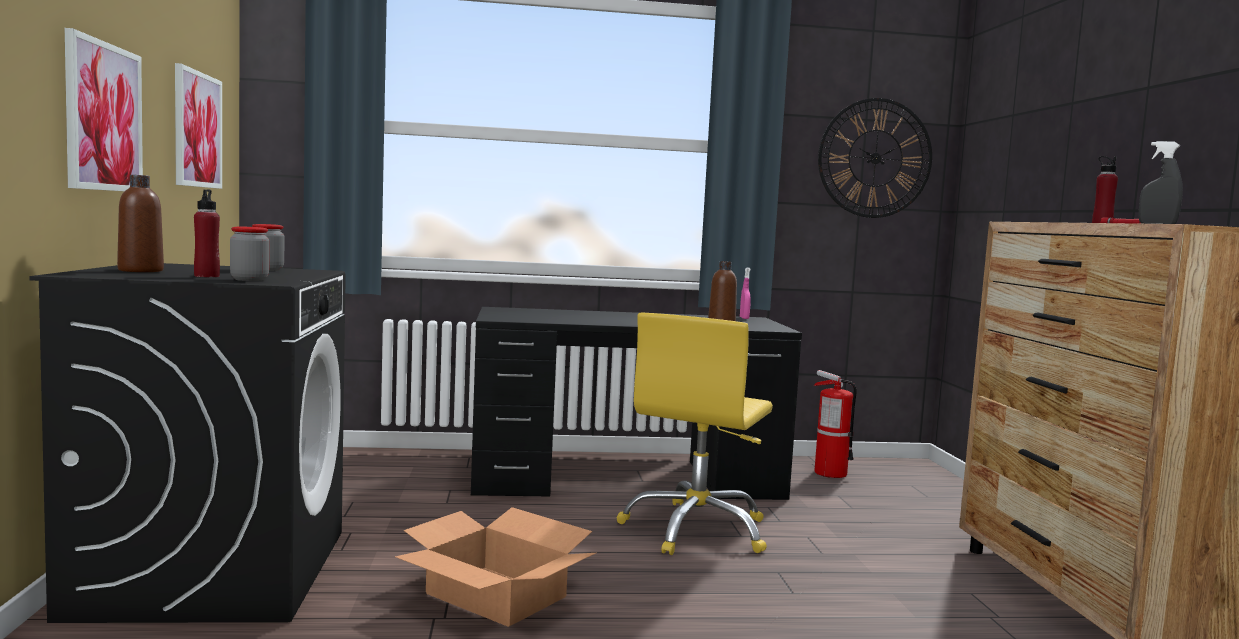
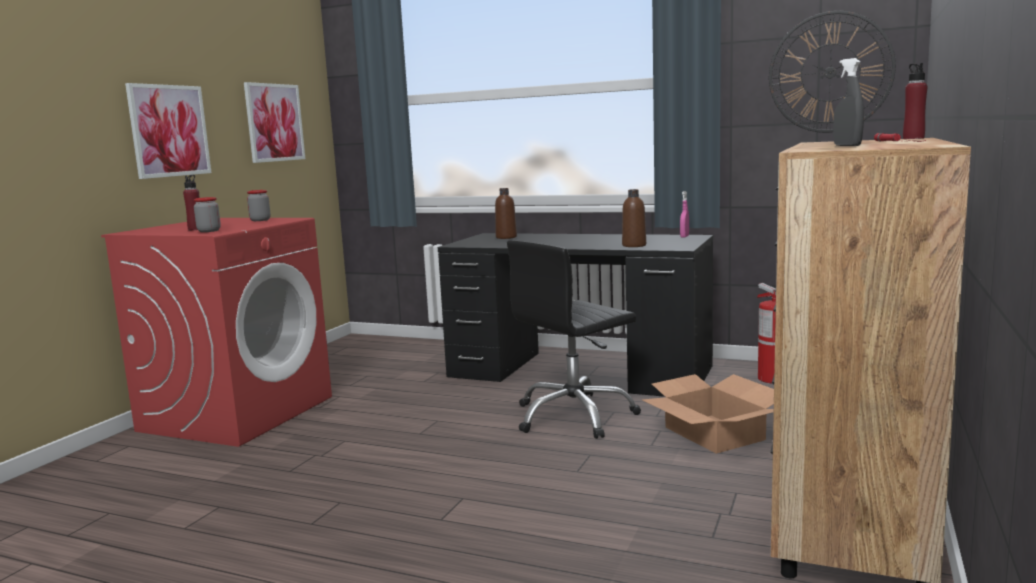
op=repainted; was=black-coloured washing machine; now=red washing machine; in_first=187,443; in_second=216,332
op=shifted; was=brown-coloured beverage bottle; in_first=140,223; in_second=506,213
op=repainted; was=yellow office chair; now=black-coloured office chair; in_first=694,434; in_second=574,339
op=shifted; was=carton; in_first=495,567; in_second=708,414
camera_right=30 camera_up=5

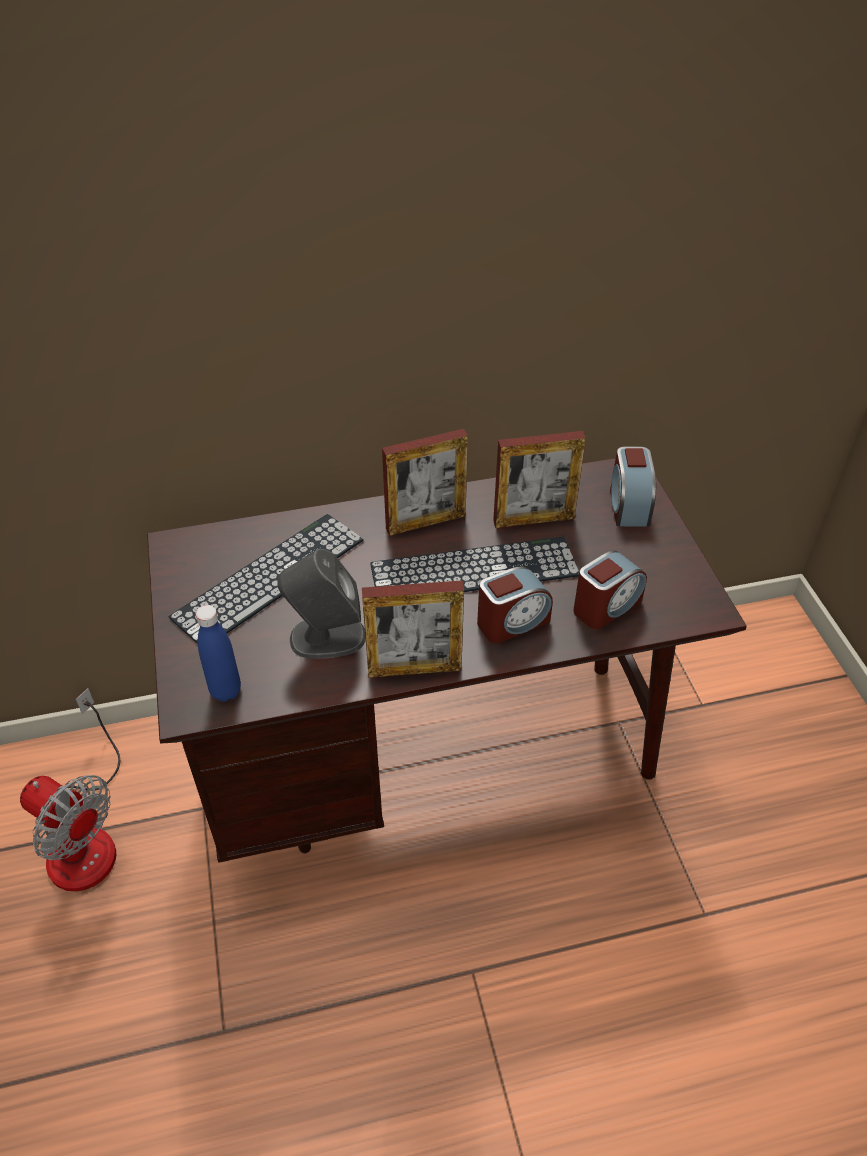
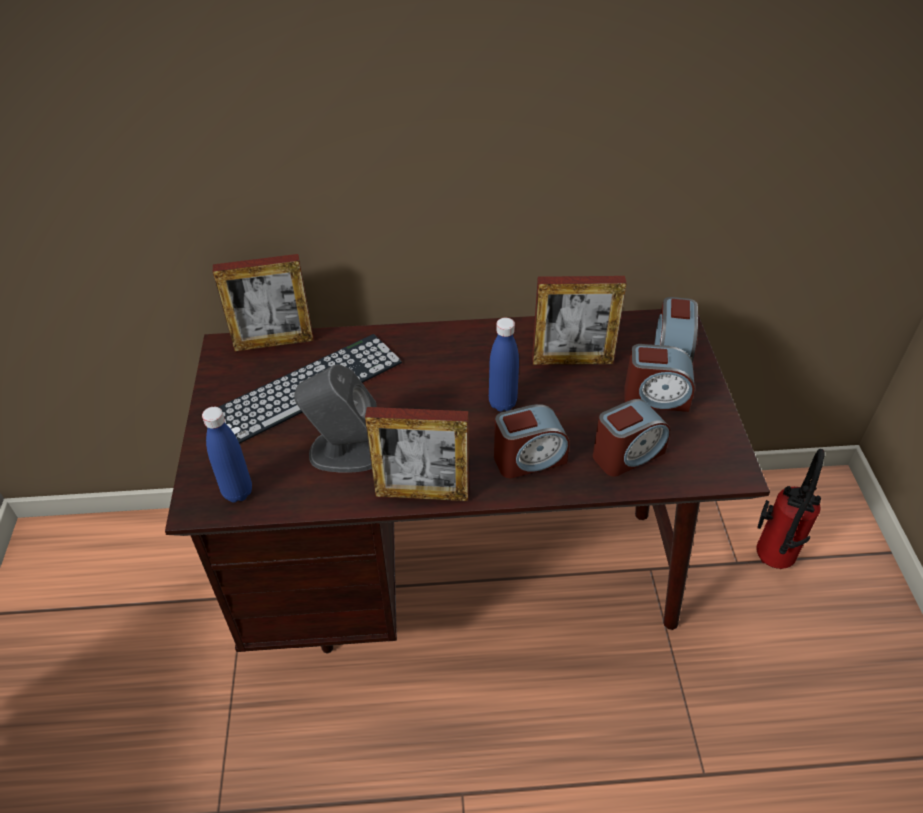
op=shifted; was=standing frame; in_first=425,482; in_second=263,303
op=swapped; was=computer keyboard; now=blue beverage bottle; in_first=474,564; in_second=504,365
op=new; now=bedside clock; in_second=659,378
op=new; now=fire-fighting cylinder; in_second=790,509
op=gone; was=fan; in_first=70,789
camera_right=10 camera_up=0

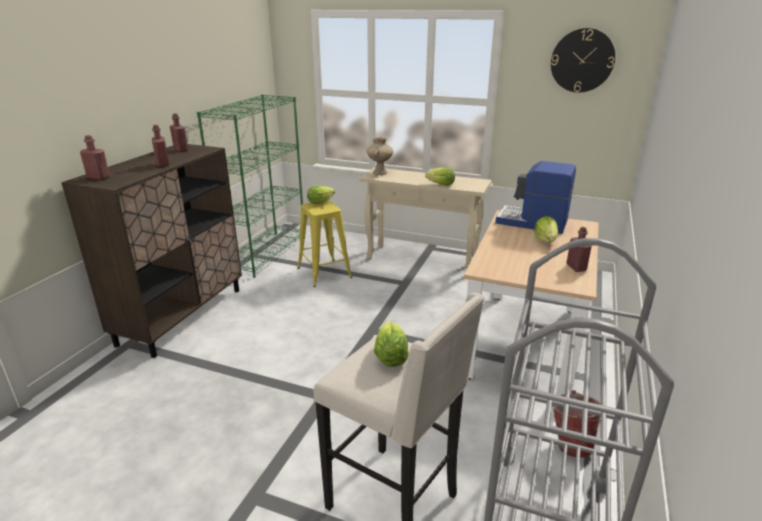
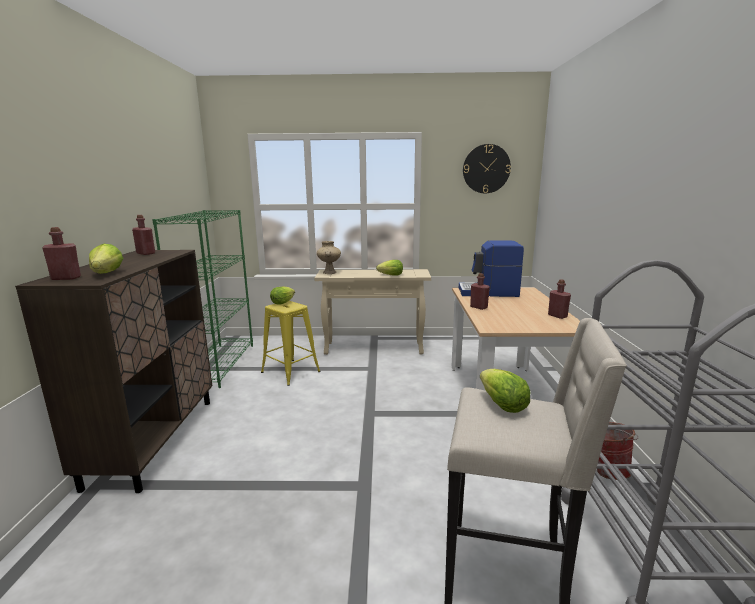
op=shifted; was=lettuce head; in_first=546,229; in_second=106,259
op=shifted; was=red beverage bottle; in_first=160,146; in_second=480,291
camera_right=-20 camera_up=-10

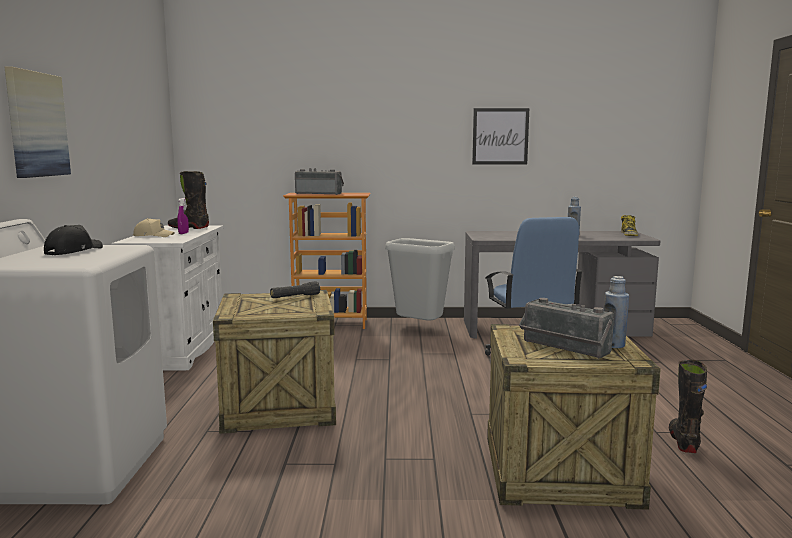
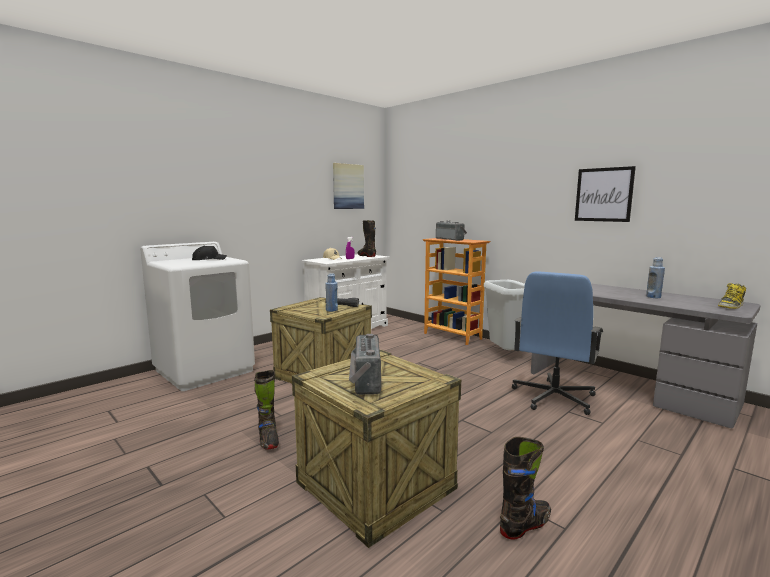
op=new; now=black-coloured boot; in_second=266,409
op=shifted; was=blue beverage bottle; in_first=616,312; in_second=331,292
op=shifted; was=wall art; in_first=38,122; in_second=348,186
camera_right=45 camera_up=0

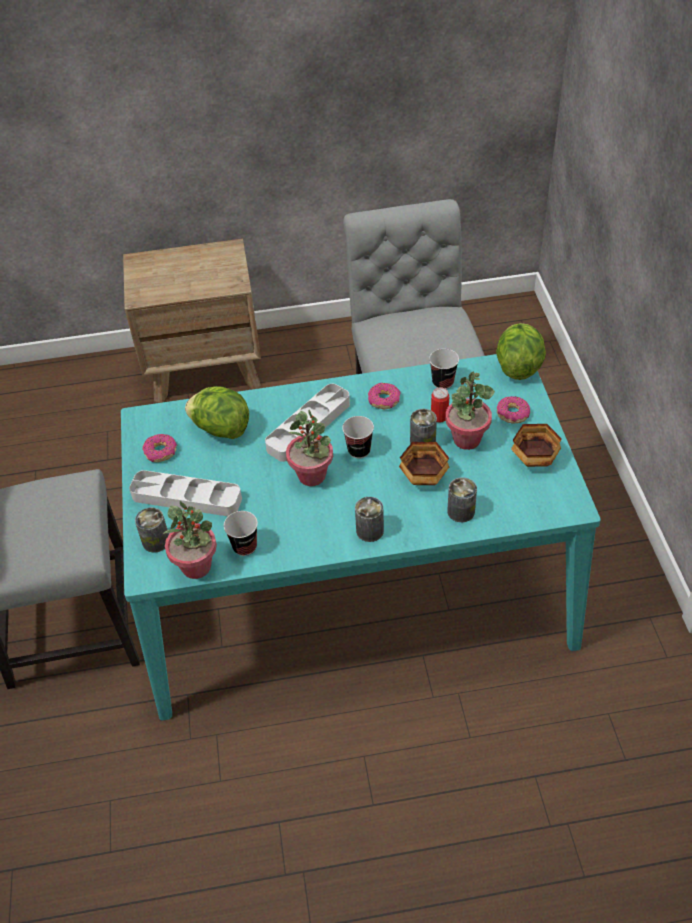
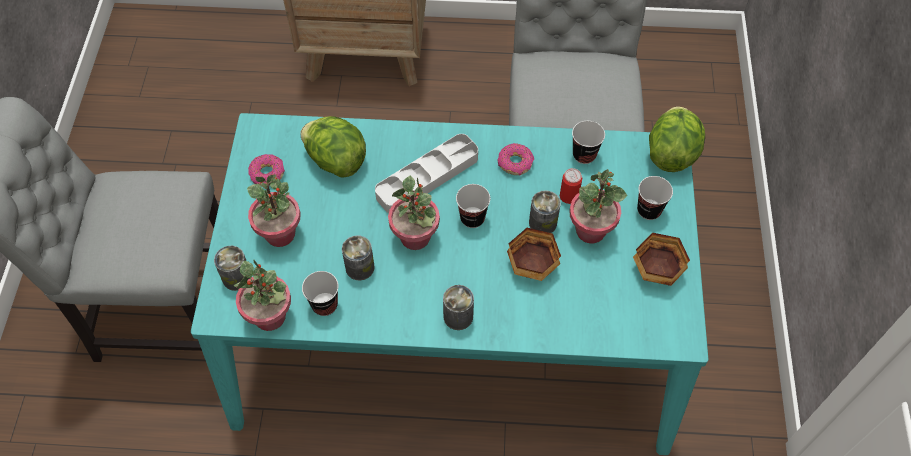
op=swapped; was=grey carrying tray; now=plant in a pot; in_first=185,493; in_second=274,210
op=shifted; was=can; in_first=462,499; in_second=358,257
op=swapped; was=ring doughnut; now=drinking cup; in_first=513,409; in_second=655,198
camera_right=10 camera_up=10

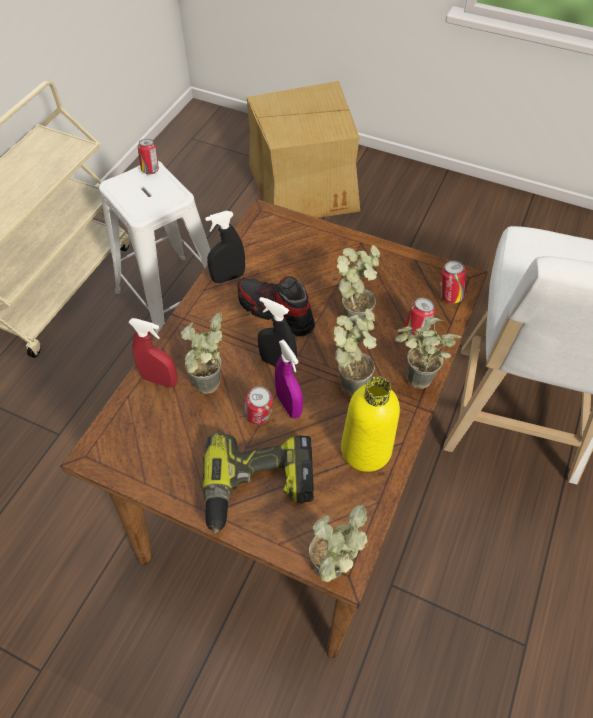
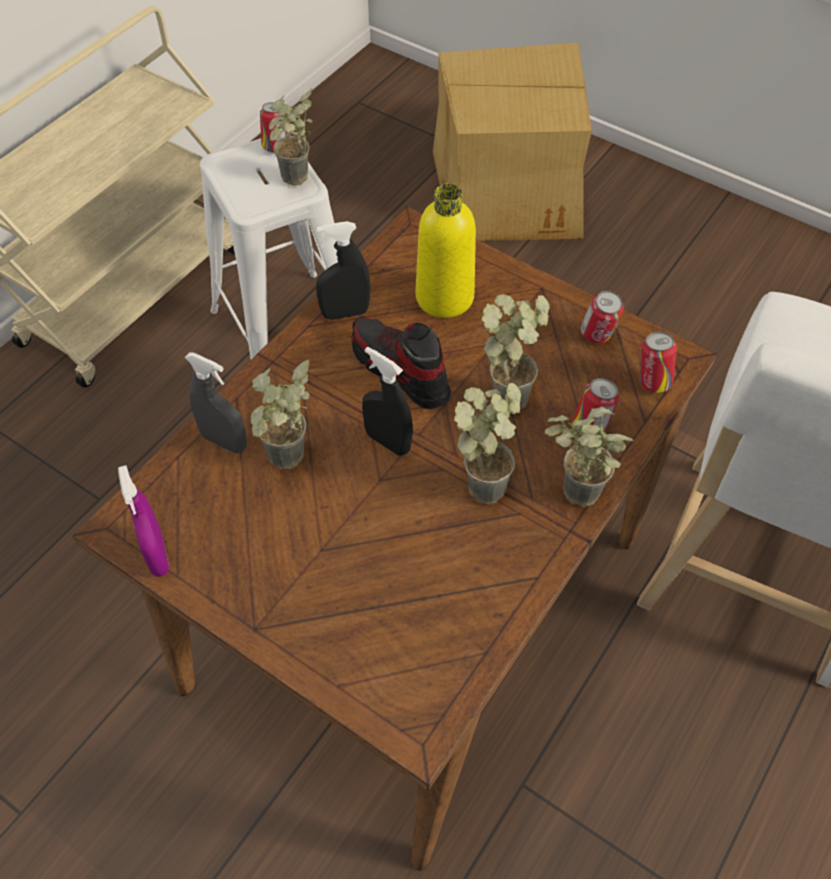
op=shifted; was=purple sprayer; in_first=289,379; in_second=143,521
op=repainted; was=red sprayer; now=grey sprayer; in_first=153,353; in_second=216,402
op=shifted; was=plant in a pot; in_first=338,543; in_second=290,137
op=shifted; was=yellow beverage bottle; in_first=370,424; in_second=446,250
op=shifted; was=can; in_first=259,405; in_second=602,317
op=gone; was=power drill; in_first=258,483
camera_right=10 camera_up=0

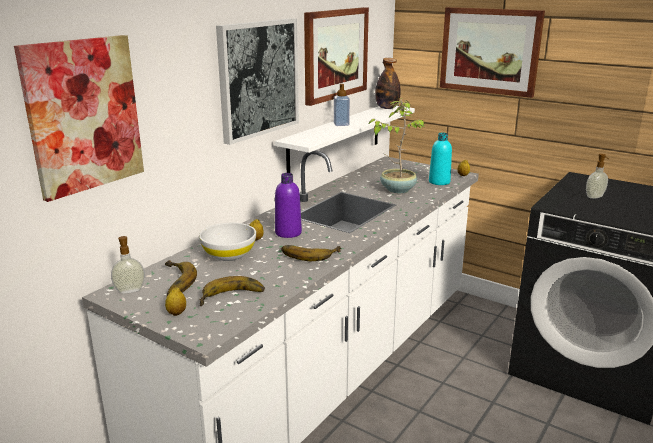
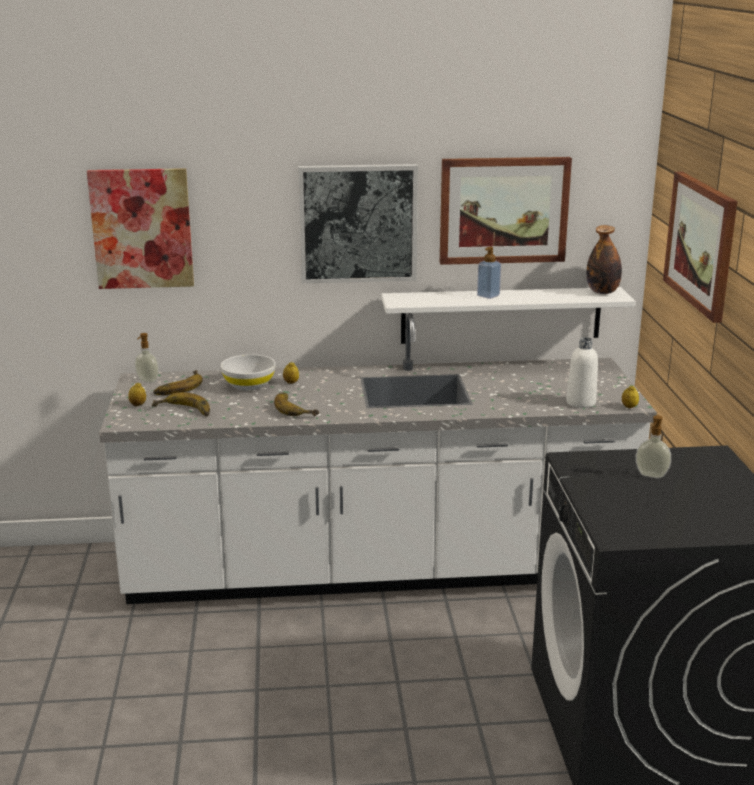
op=repainted; was=blue-green beverage bottle; now=white beverage bottle; in_first=440,159; in_second=582,372
op=gone; was=purple beverage bottle; in_first=288,205
op=gone; was=plant in a pot; in_first=397,145
camera_right=50 camera_up=0

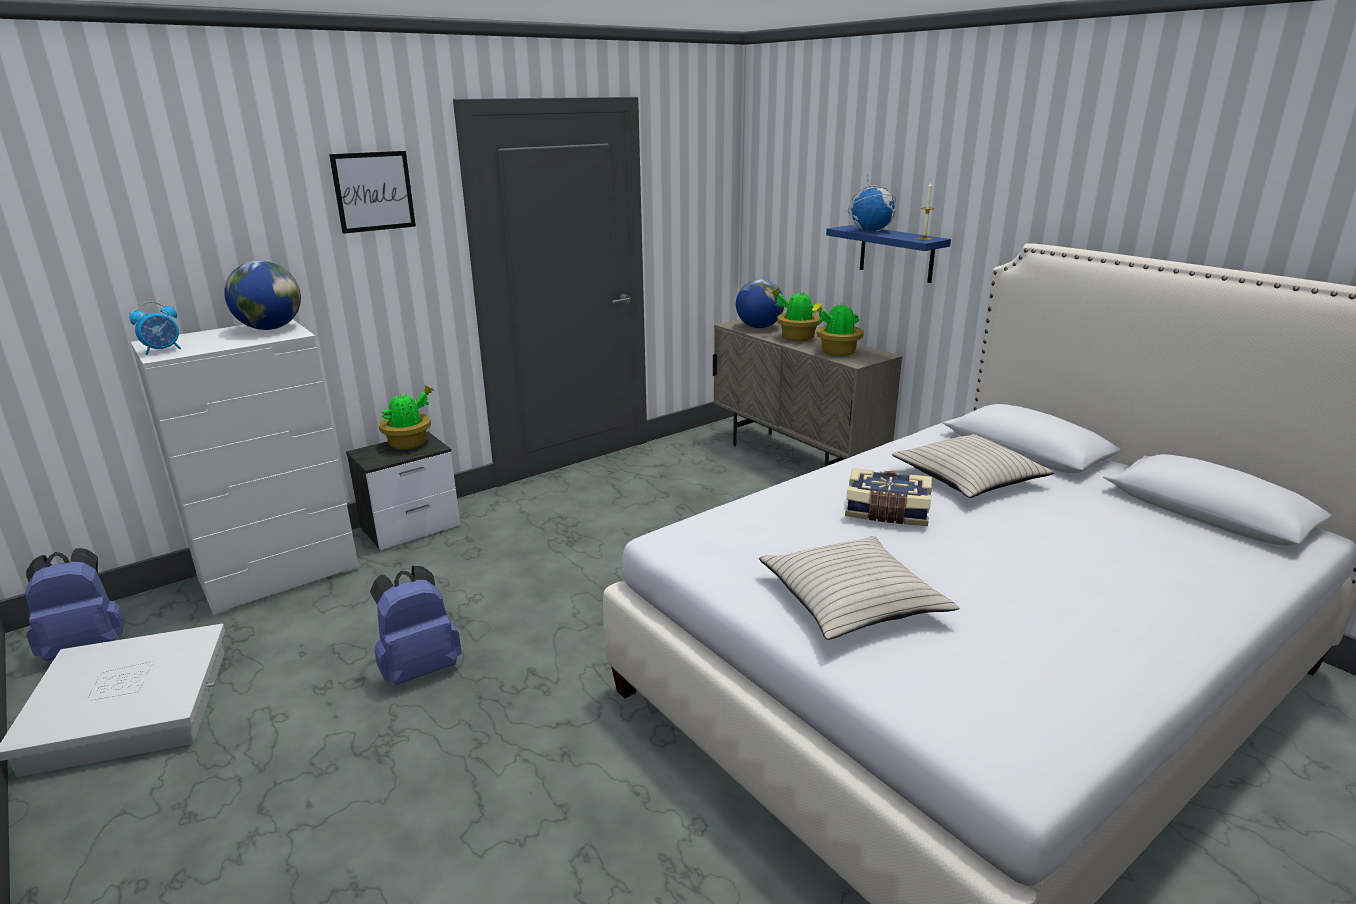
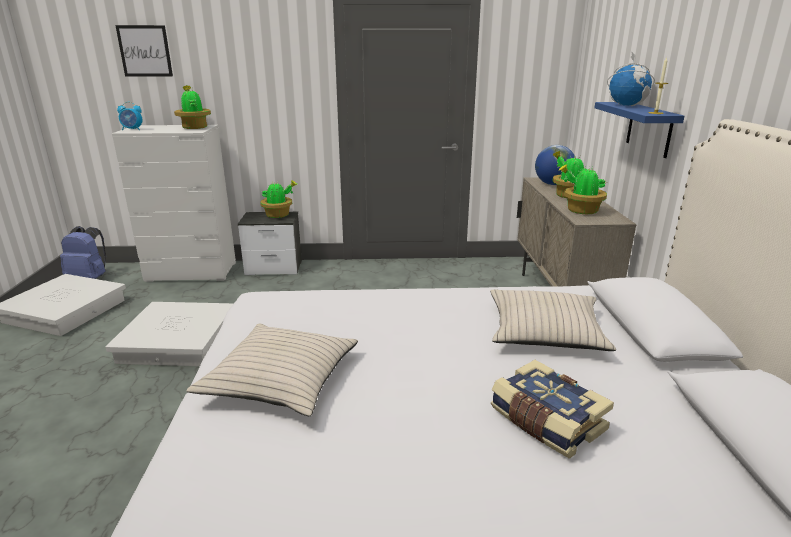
op=swapped; was=blue rucksack; now=white storage bin; in_first=416,625; in_second=169,334
op=shifted; was=wall art; in_first=372,192; in_second=144,50
op=swapped; was=desk globe; now=plant in a pot; in_first=262,295; in_second=192,107
op=shifted; was=bound book; in_first=888,497; in_second=552,409
camera_right=35 camera_up=0

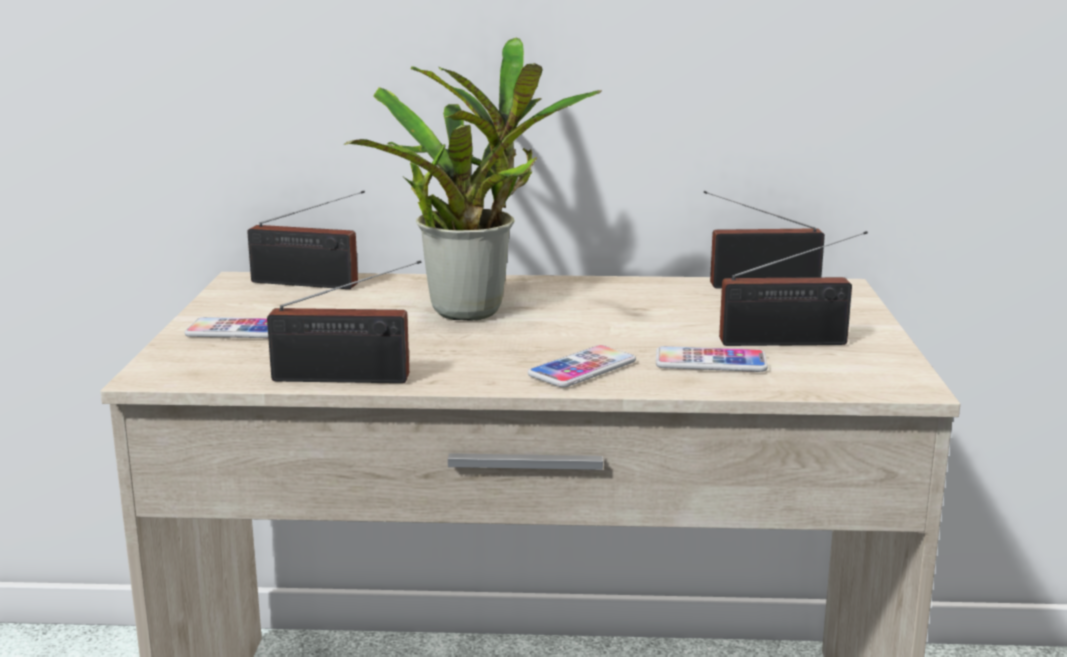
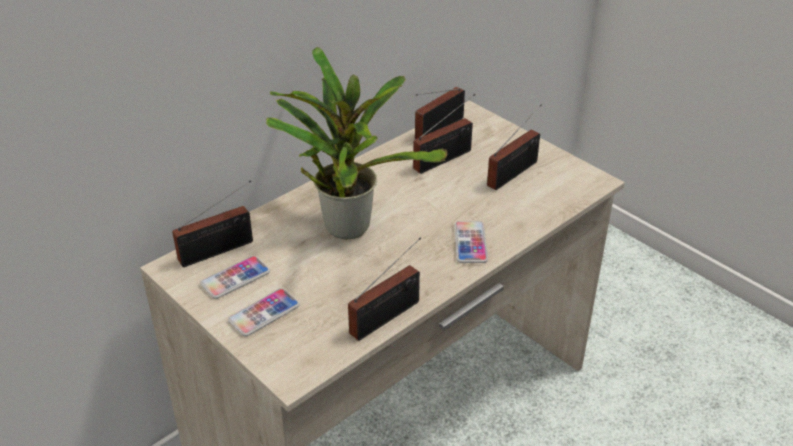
op=shifted; was=handset; in_first=712,359; in_second=235,277
op=new; now=radio set; in_second=444,134
camera_right=-45 camera_up=20

